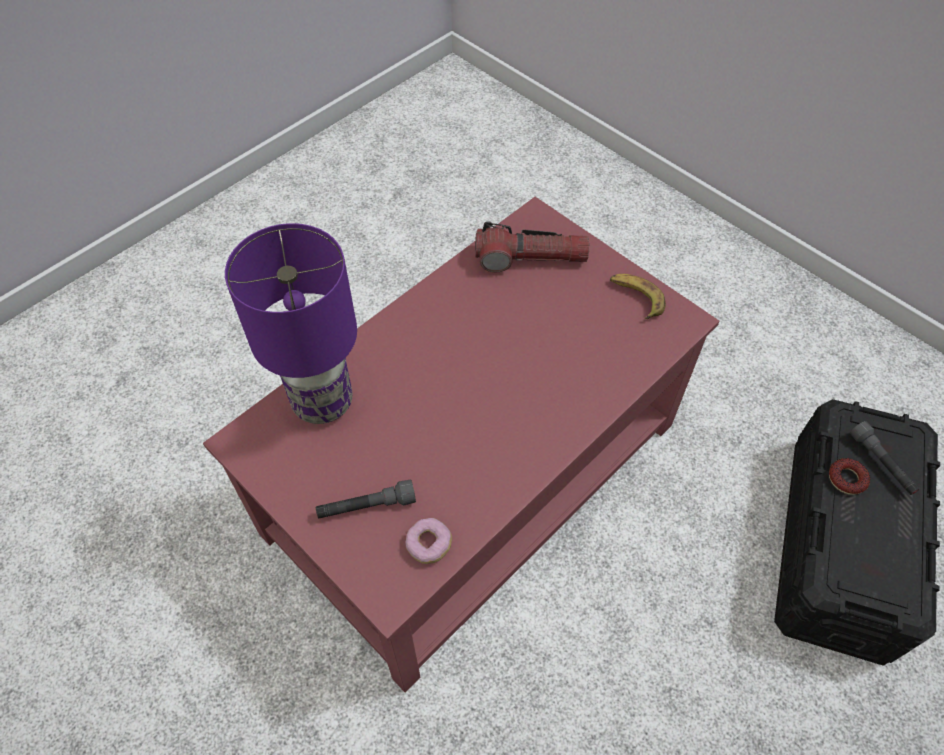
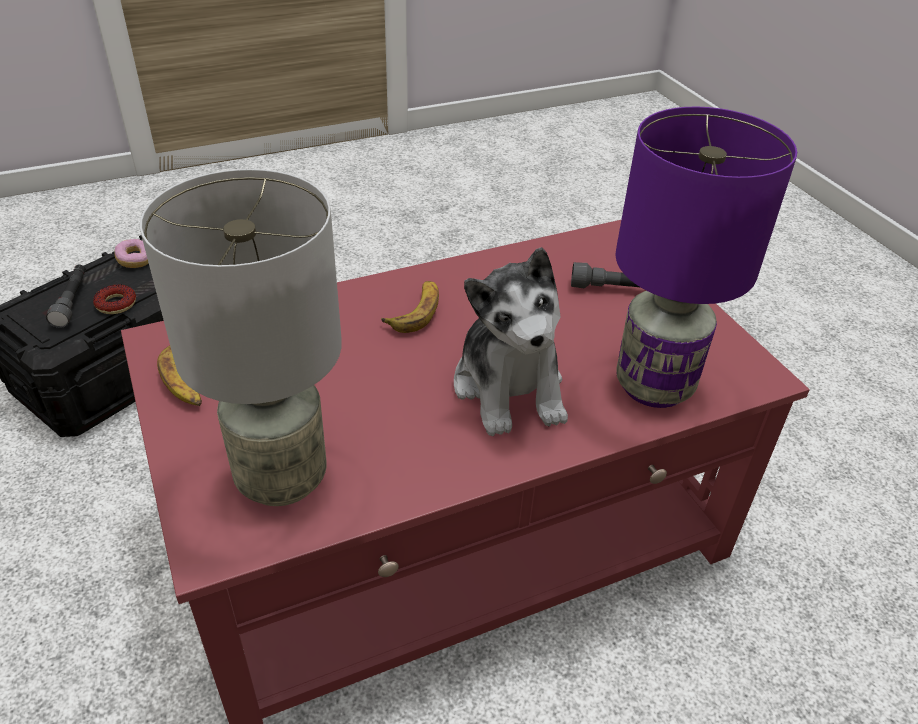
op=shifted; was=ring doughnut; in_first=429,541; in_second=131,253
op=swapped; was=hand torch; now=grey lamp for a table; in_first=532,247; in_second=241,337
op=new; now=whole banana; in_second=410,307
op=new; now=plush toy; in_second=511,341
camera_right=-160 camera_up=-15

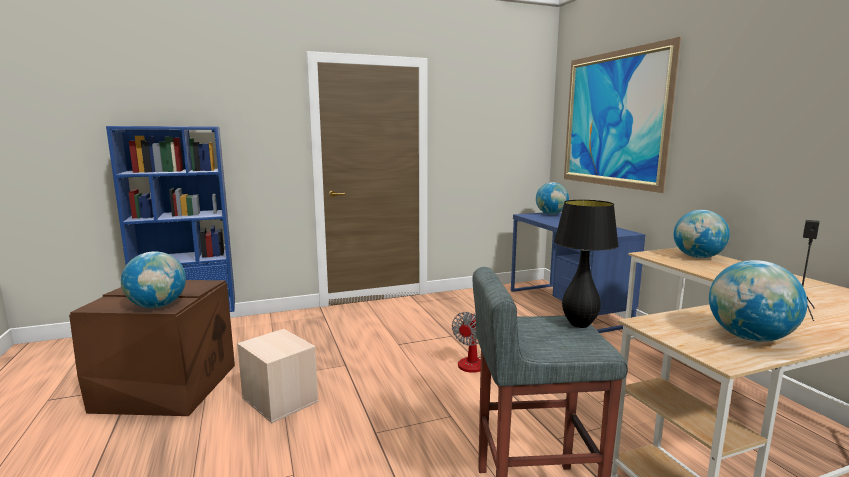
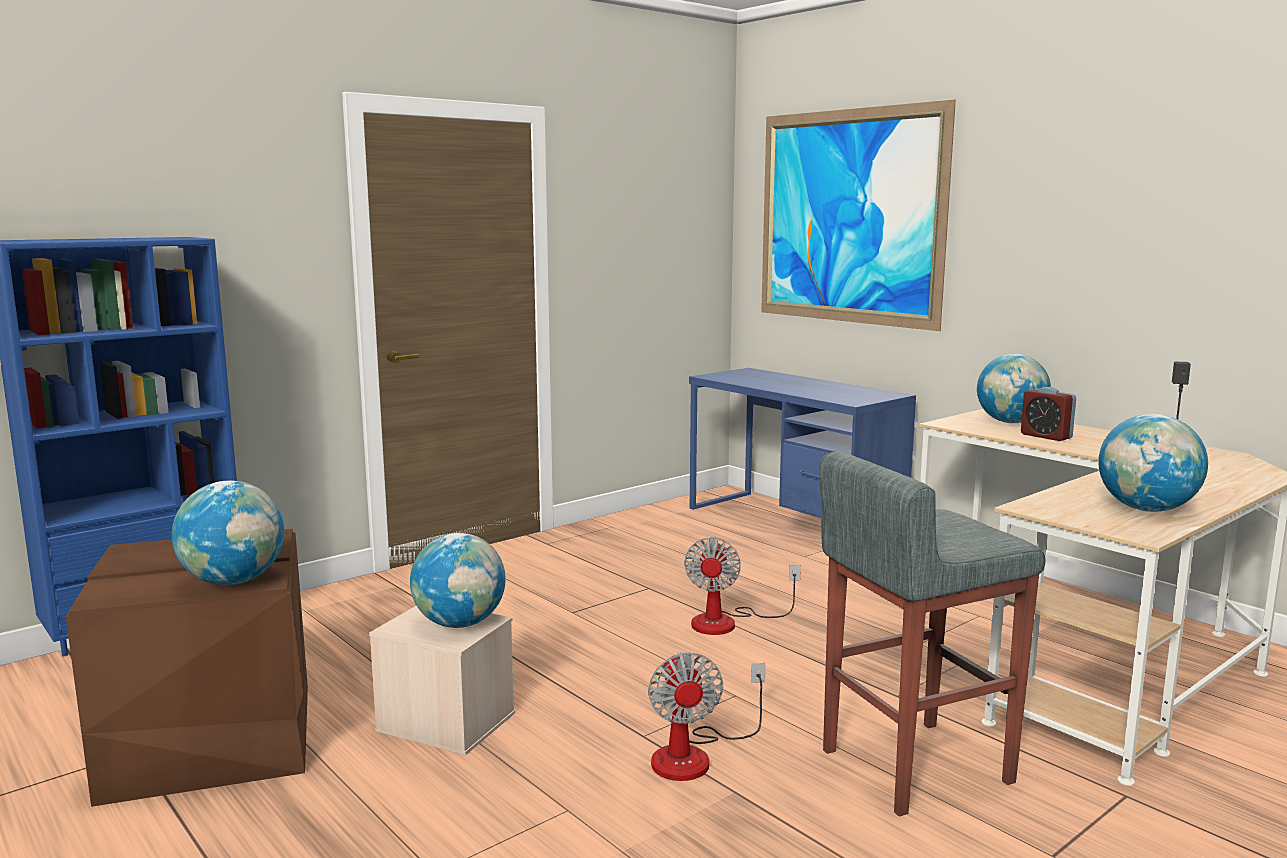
op=shifted; was=desk globe; in_first=552,198; in_second=458,580
op=new; now=fan; in_second=707,716
op=new; now=bedside clock; in_second=1048,414
op=gone; was=black-coloured lamp for a table; in_first=586,264
camera_right=-20 camera_up=0

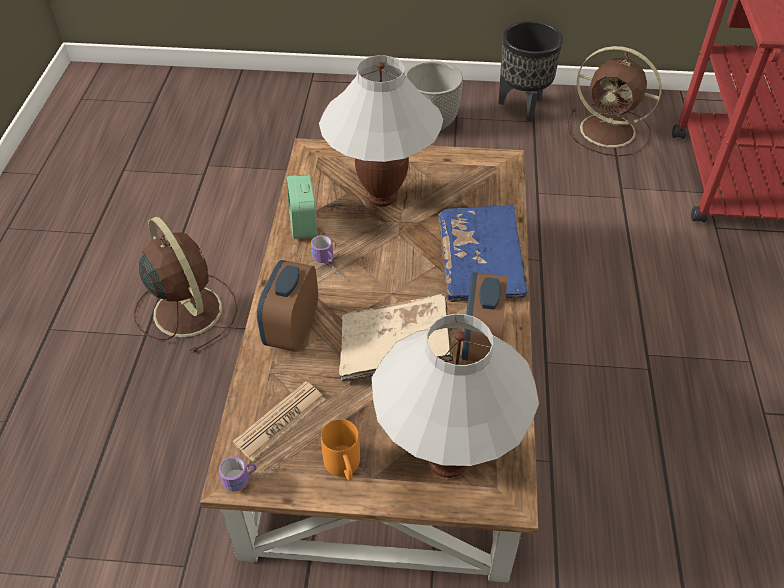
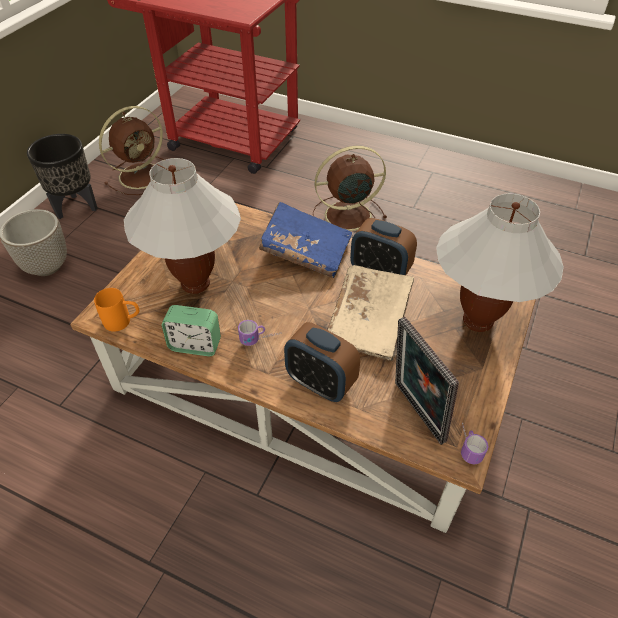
op=shifted; was=orange mug; in_first=340,450; in_second=117,310
op=shifted; was=brown-coloured fan; in_first=185,285; in_second=350,188
op=swapped; was=daily paper; now=standing frame; in_first=279,421; in_second=427,381
camera_right=-70 camera_up=0

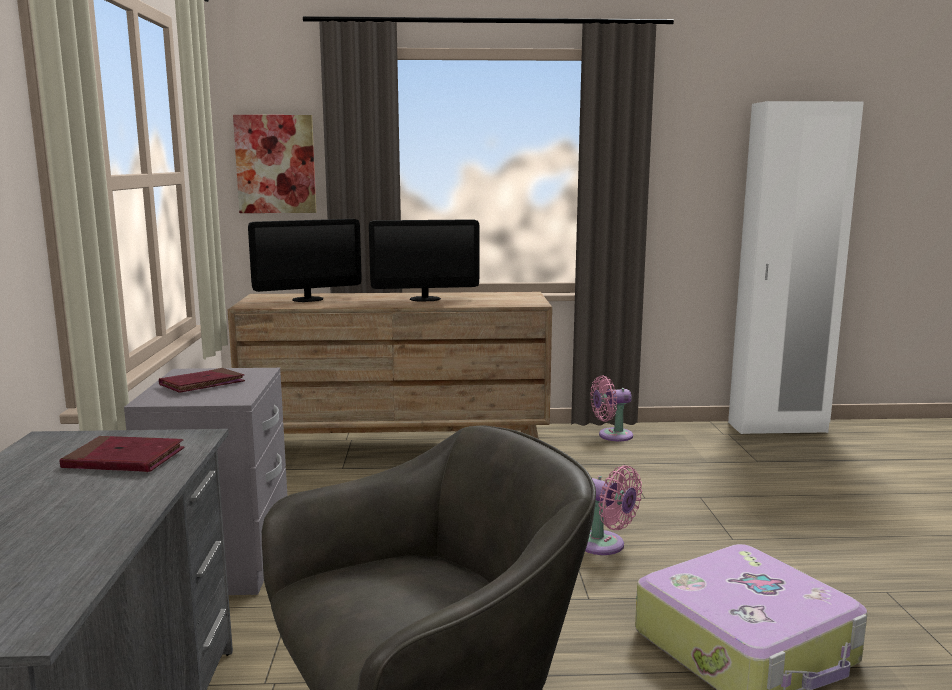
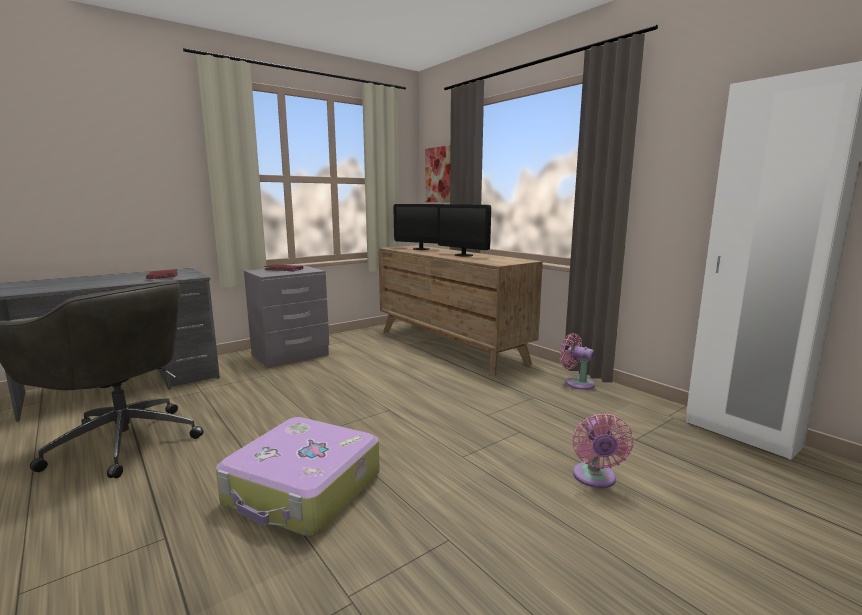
op=shifted; was=pink-coloured fan; in_first=613,510; in_second=603,450
camera_right=55 camera_up=0

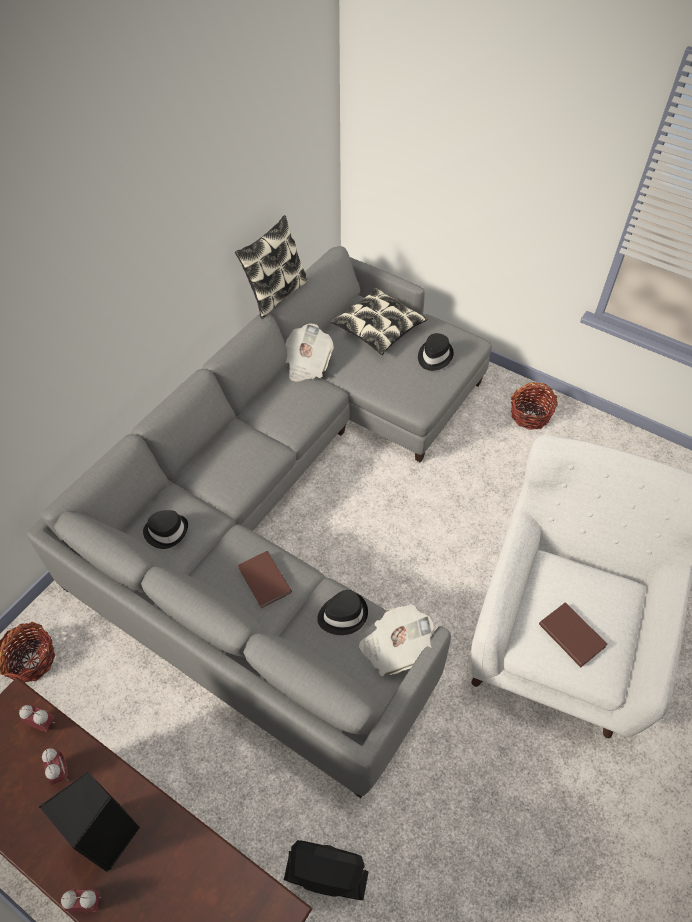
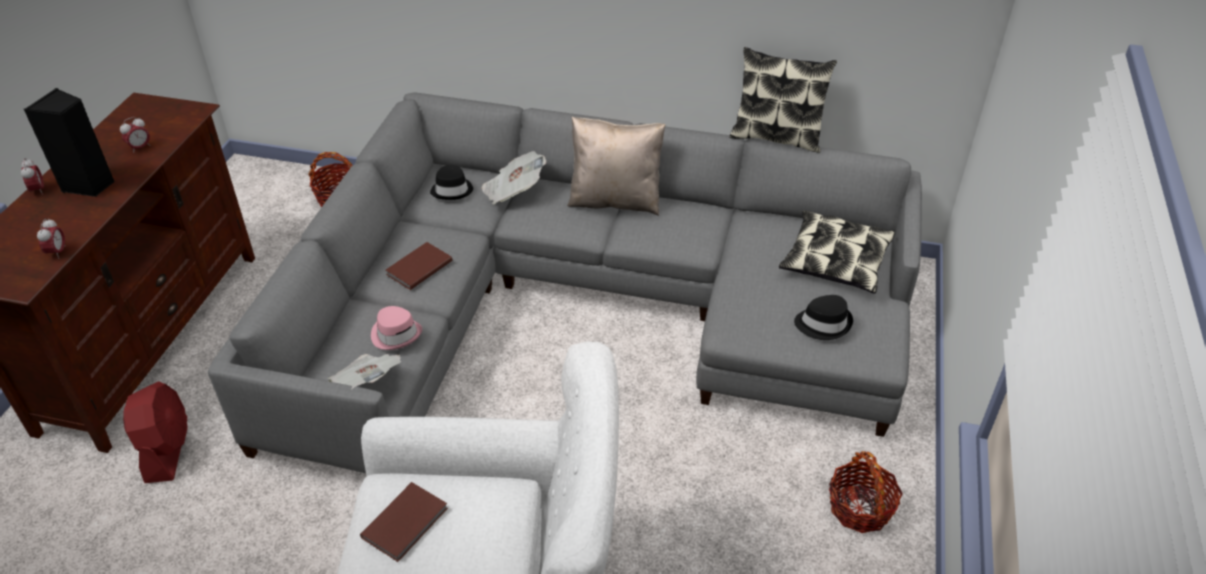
op=shifted; was=bedside clock; in_first=37,718; in_second=51,238
op=repainted; was=black-coloured fan; now=red fan; in_first=326,870; in_second=155,432
op=repainted; was=black-coloured hat; now=pink-coloured hat; in_first=342,612; in_second=396,328
op=shifted; was=daily paper; in_first=309,352; in_second=513,178
op=new; now=beige-coloured pillow; in_second=616,166
camera_right=70 camera_up=-10

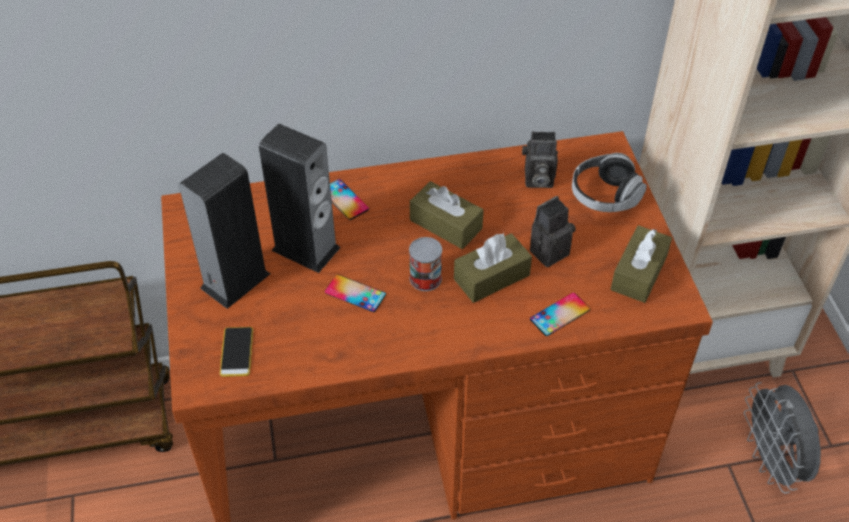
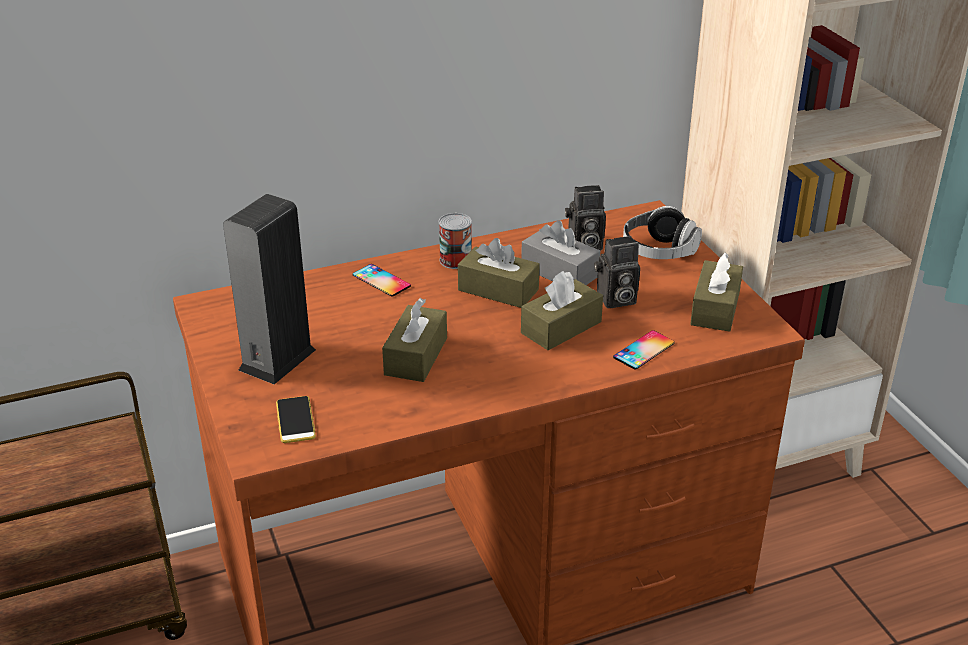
op=swapped; was=handset; now=brown-coloured box of tissues; in_first=355,293; in_second=414,340
op=shifted; was=can; in_first=425,264; in_second=455,241
op=new; now=grey box of tissues; in_second=560,252
op=rotated; was=still camera; in_first=553,231; in_second=617,272; clockwise=-150
op=gone; was=speaker; in_first=300,198
op=gone; was=grey fan; in_first=782,437
camera_right=-10 camera_up=-15

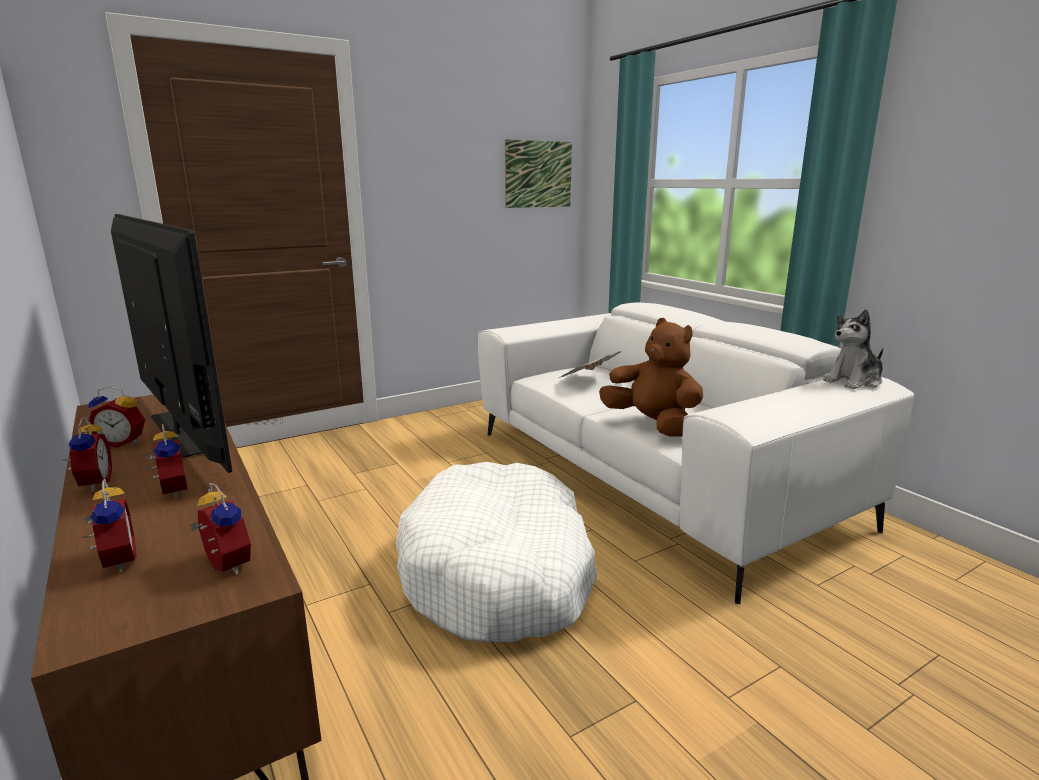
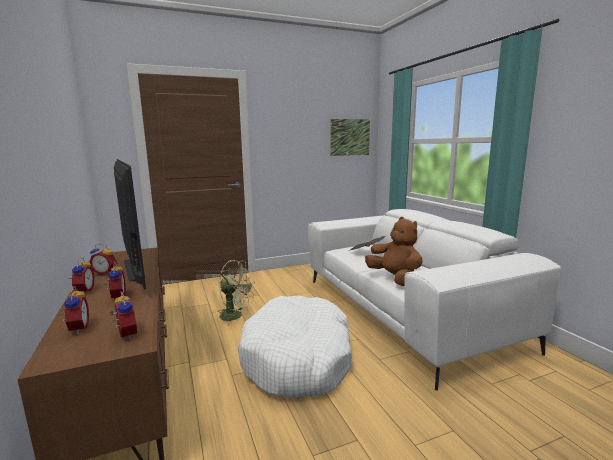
op=new; now=green fan; in_second=237,293
op=gone; was=plush toy; in_first=853,349
camera_right=10 camera_up=-5

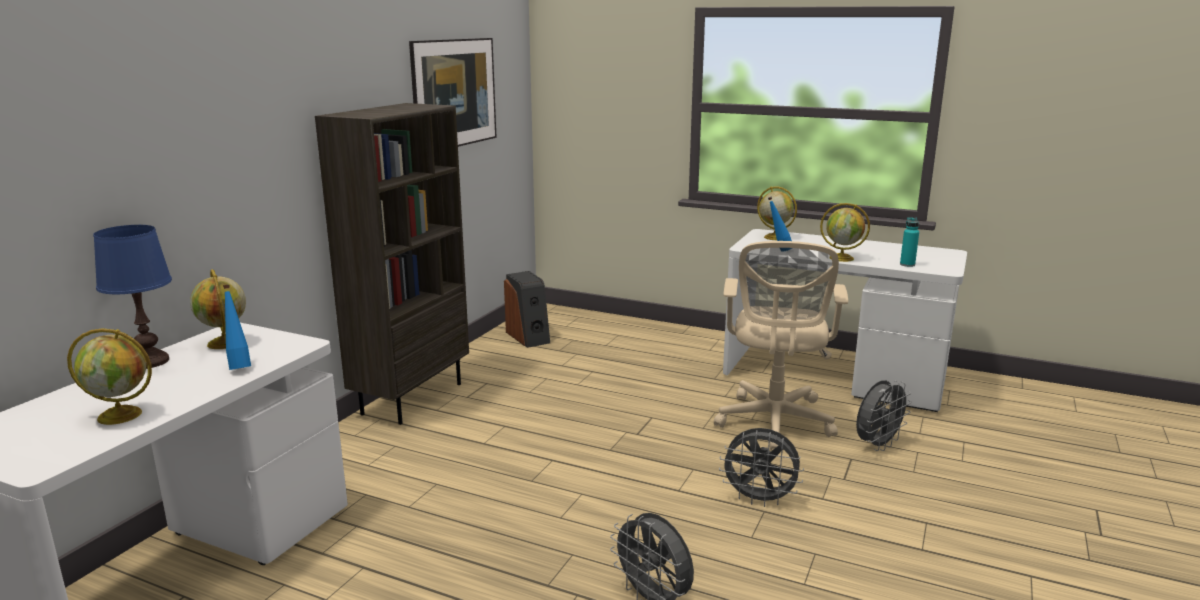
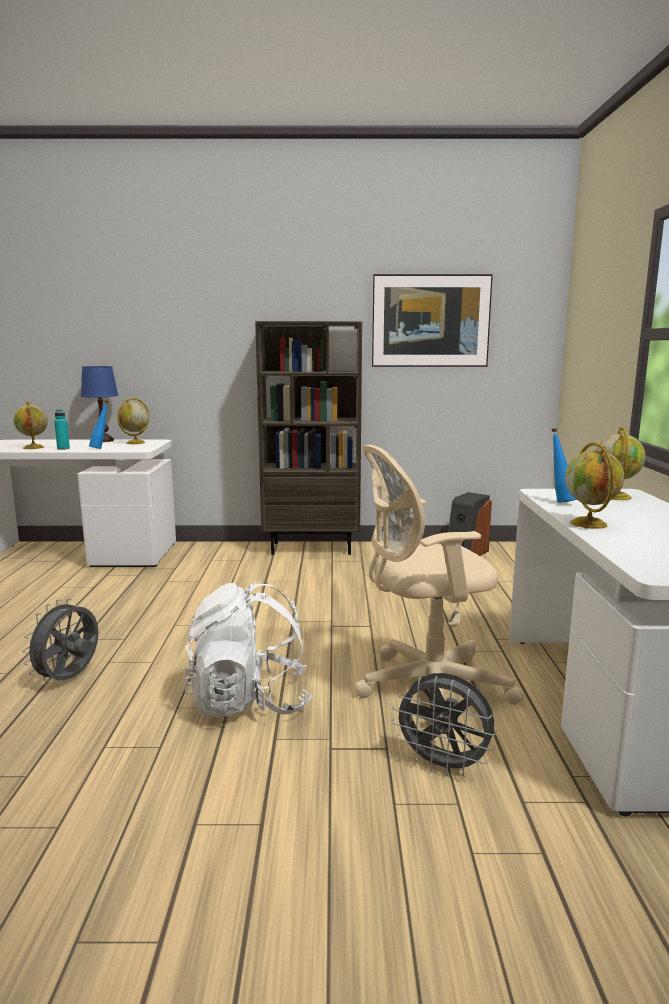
op=shifted; was=blue-green beverage bottle; in_first=909,242; in_second=62,429
op=swapped; was=grey fan; now=white rucksack; in_first=761,467; in_second=248,648
camera_right=65 camera_up=-5

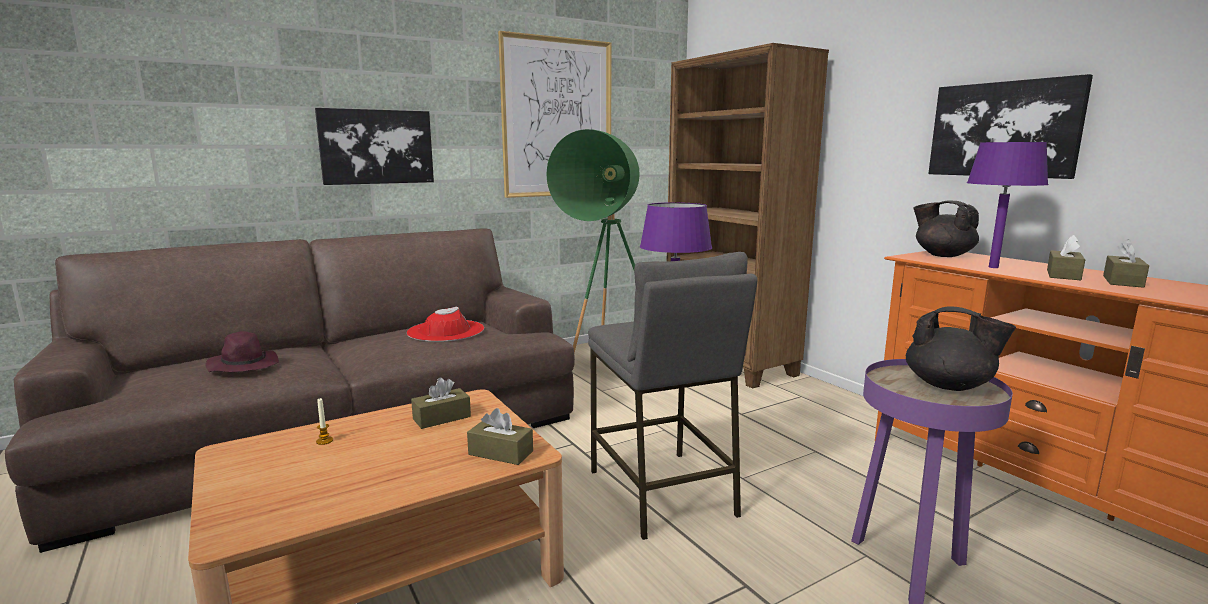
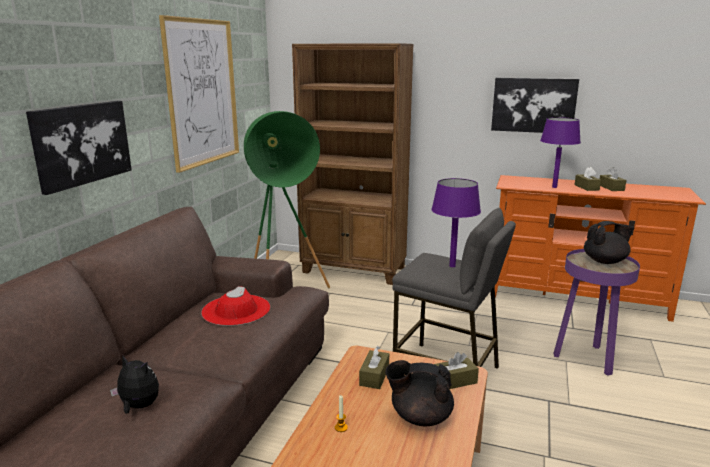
op=swapped; was=purple hat; now=plush toy; in_first=242,351; in_second=134,385
op=shifted; was=black-coloured pot for tea; in_first=946,228; in_second=419,393
camera_right=-40 camera_up=5

